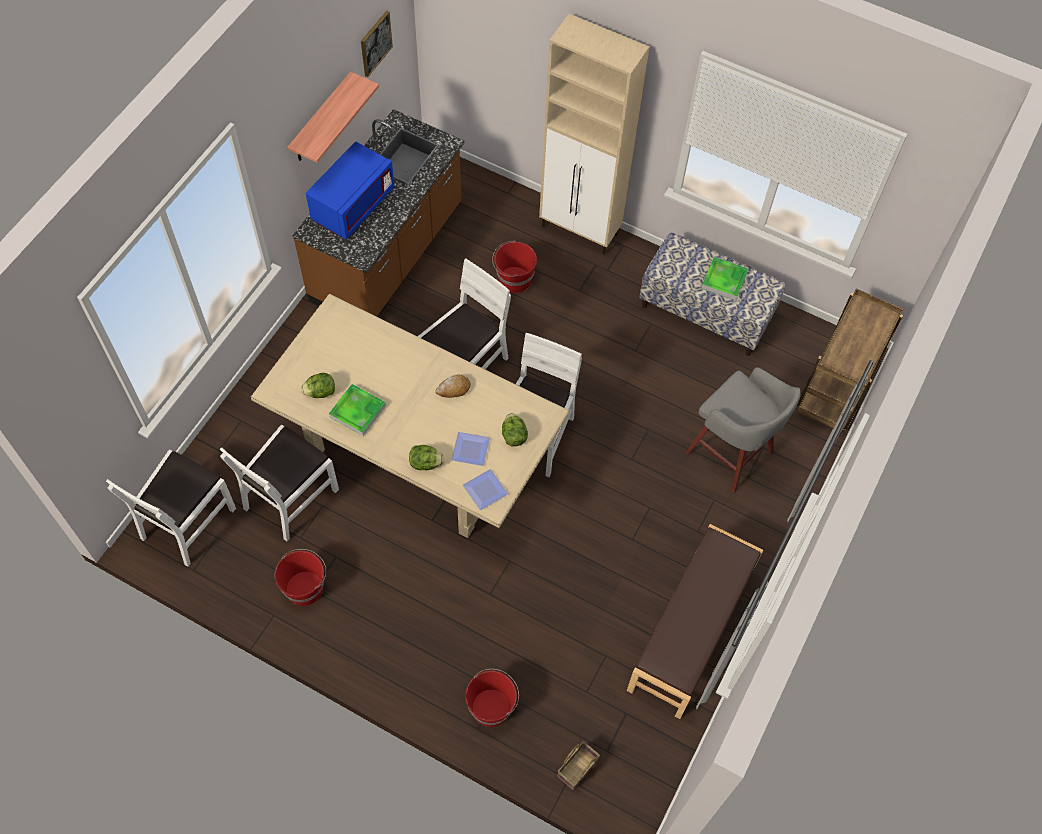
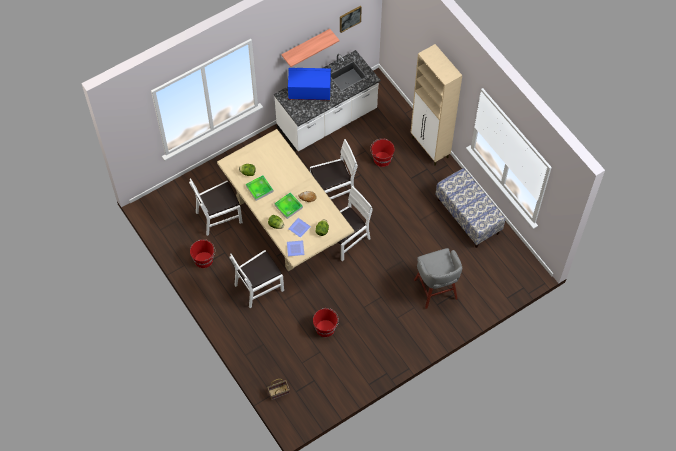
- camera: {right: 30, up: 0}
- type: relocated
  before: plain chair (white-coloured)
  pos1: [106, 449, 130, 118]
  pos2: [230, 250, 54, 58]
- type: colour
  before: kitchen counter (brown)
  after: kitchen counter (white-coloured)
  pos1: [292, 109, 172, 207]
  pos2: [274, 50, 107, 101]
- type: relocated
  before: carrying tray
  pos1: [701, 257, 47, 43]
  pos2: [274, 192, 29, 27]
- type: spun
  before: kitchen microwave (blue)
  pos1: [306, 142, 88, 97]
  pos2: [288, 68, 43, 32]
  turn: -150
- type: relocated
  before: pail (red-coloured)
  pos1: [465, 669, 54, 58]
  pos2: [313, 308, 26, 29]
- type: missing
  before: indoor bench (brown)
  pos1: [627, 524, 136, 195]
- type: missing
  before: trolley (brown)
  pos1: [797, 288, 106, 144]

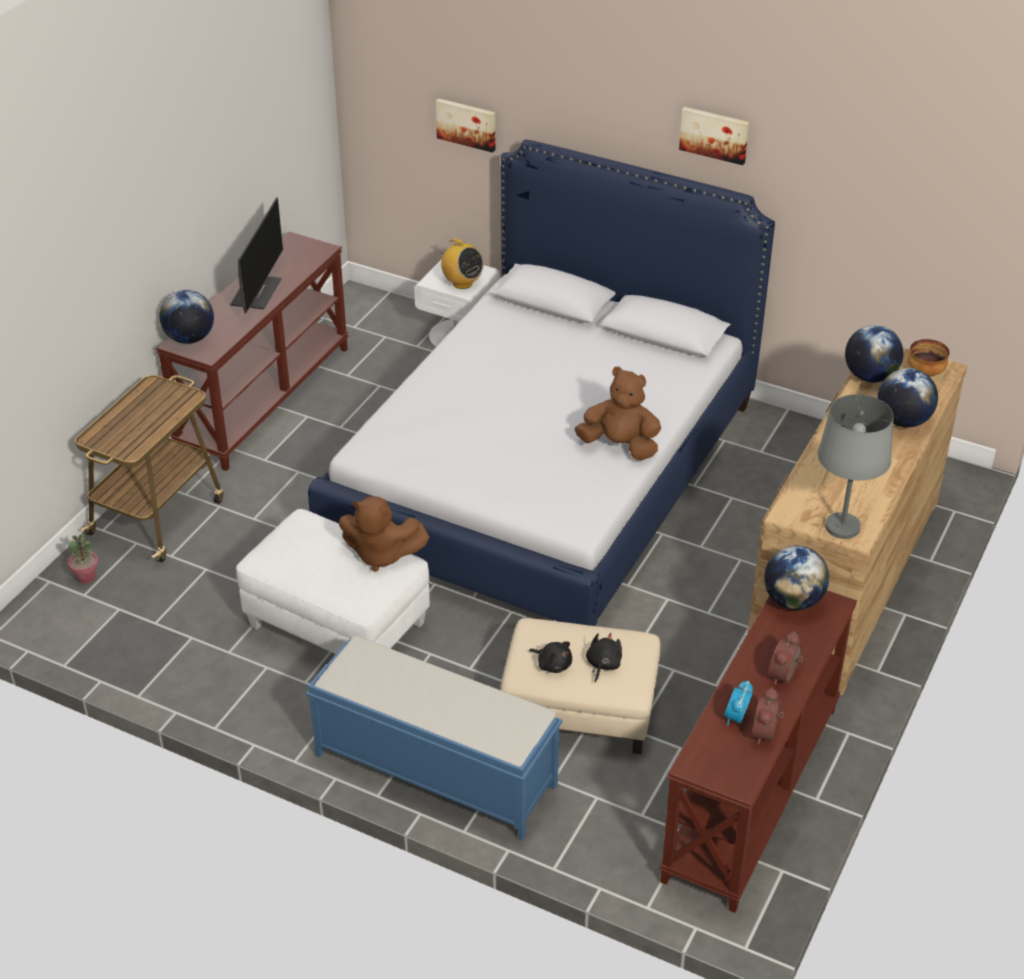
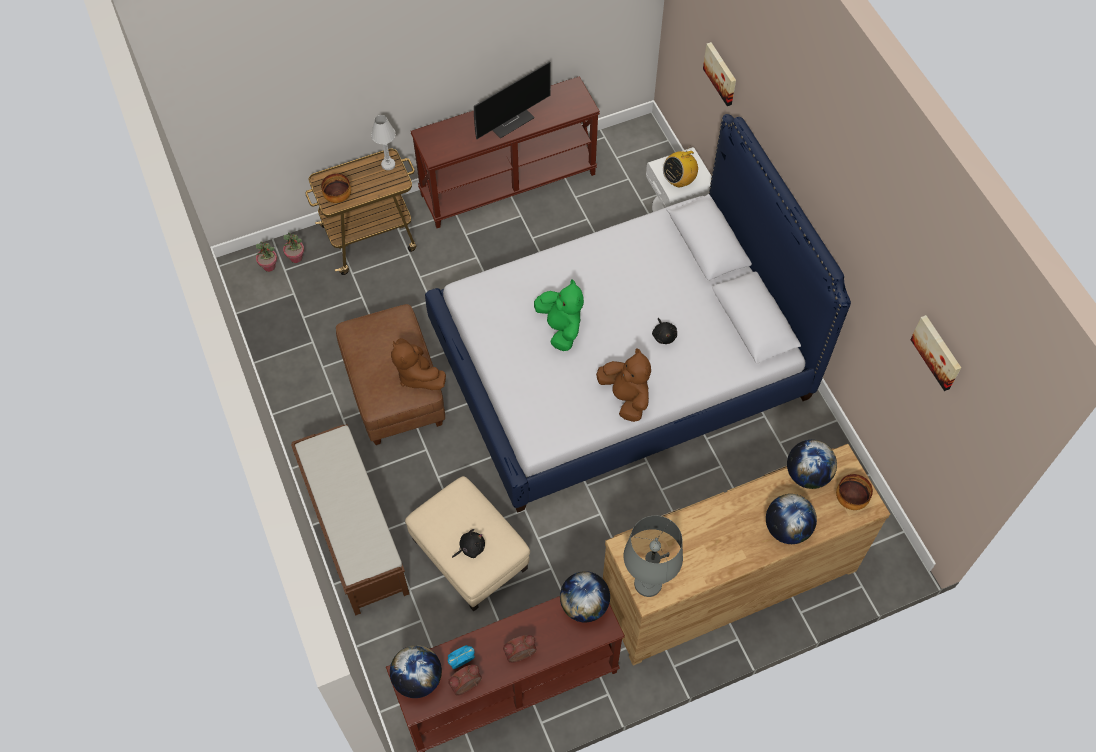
- camera: {right: 40, up: 20}
- type: appeared
  after: houseplant
  pos2: [256, 241, 21, 31]
- type: colour
  before: indoor bench (blue)
  after: indoor bench (brown)
  pos1: [306, 636, 256, 205]
  pos2: [291, 424, 118, 191]
- type: appeared
  after: deep dish
  pos2: [321, 173, 30, 30]
- type: colour
  before: ottoman (white-coloured)
  after: ottoman (brown)
  pos1: [236, 509, 194, 145]
  pos2: [336, 304, 109, 141]
- type: appeared
  after: table lamp (white-coloured)
  pos2: [371, 115, 25, 55]
- type: relocated
  before: world globe
  pos1: [160, 290, 54, 54]
  pos2: [390, 645, 52, 53]
- type: appeared
  after: plush toy (greenish)
  pos2: [534, 279, 50, 72]
- type: relocated
  before: plush toy (blackish)
  pos1: [529, 641, 43, 32]
  pos2: [652, 318, 25, 26]
- type: spun
  before: radio set
  pos1: [438, 239, 46, 50]
  pos2: [663, 149, 35, 38]
  turn: 60
- type: relocated
  before: wall picture
  pos1: [679, 107, 70, 58]
  pos2: [910, 315, 51, 76]

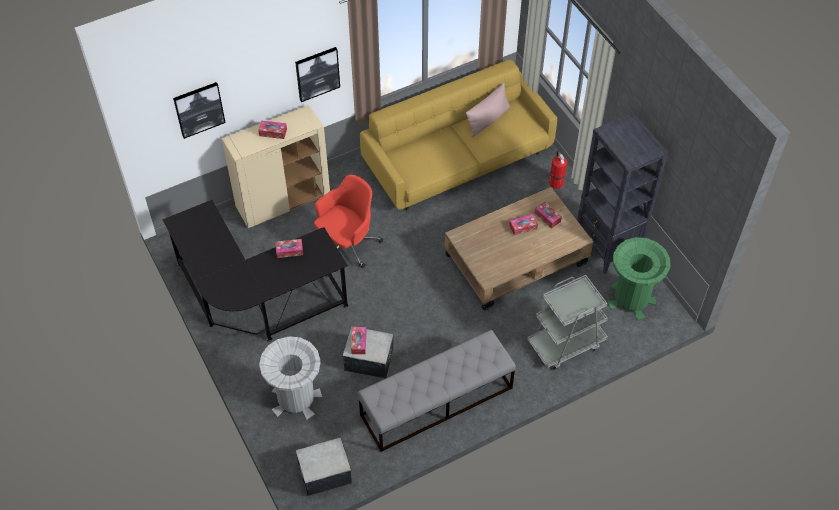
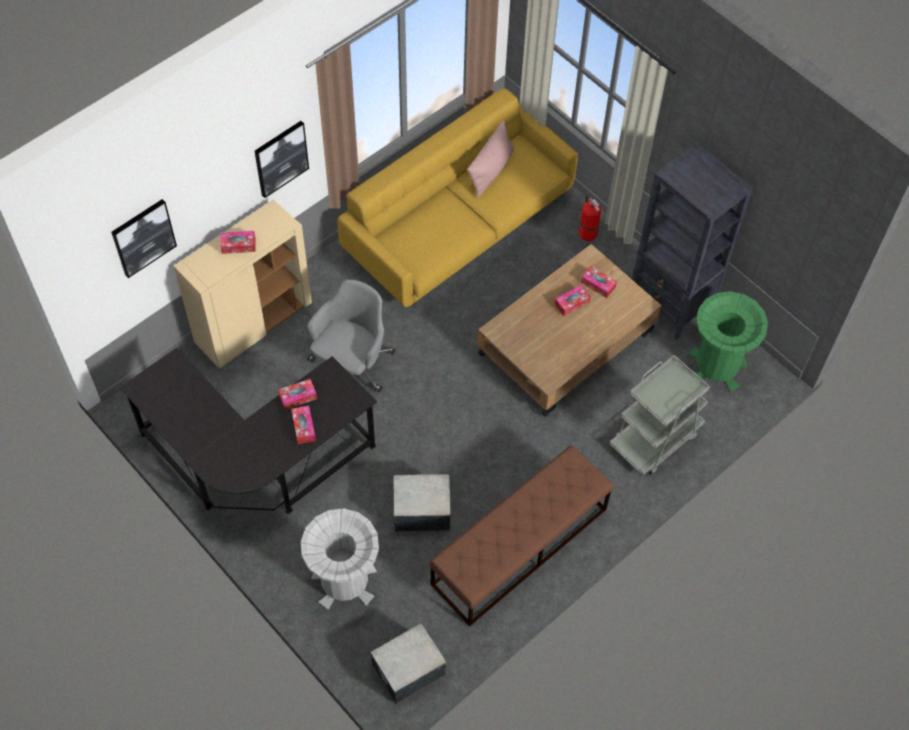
- camera: {right: -15, up: 5}
- type: relocated
  before: tissue box
  pos1: [351, 327, 15, 27]
  pos2: [291, 406, 25, 38]
- type: colour
  before: computer chair (red-coloured)
  after: computer chair (gray)
  pos1: [314, 175, 69, 93]
  pos2: [308, 280, 88, 113]
- type: colour
  before: indoor bench (gray)
  after: indoor bench (brown)
  pos1: [358, 330, 158, 122]
  pos2: [430, 445, 183, 181]

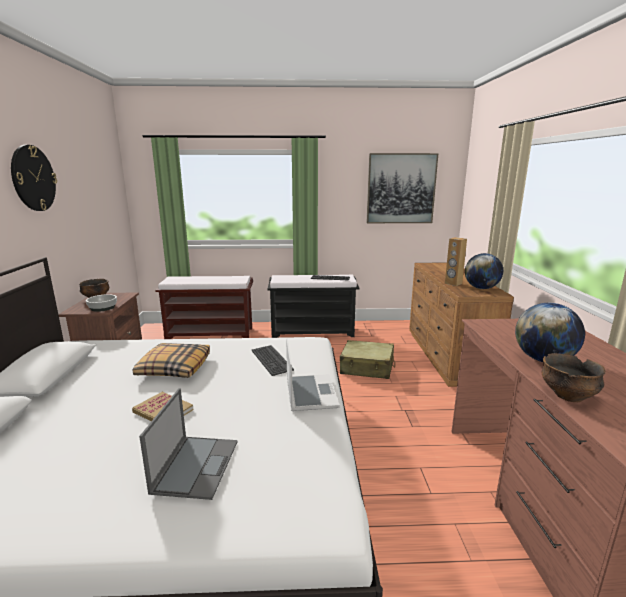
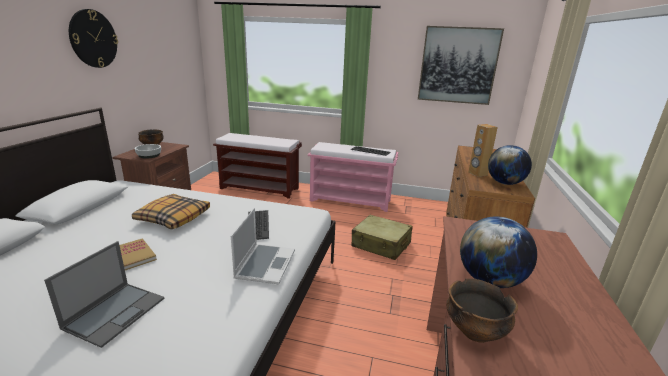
- camera: {right: 15, up: 5}
- type: colour
  before: indoor bench (blackish)
  after: indoor bench (pinkish)
  pos1: [267, 275, 93, 63]
  pos2: [308, 142, 90, 70]

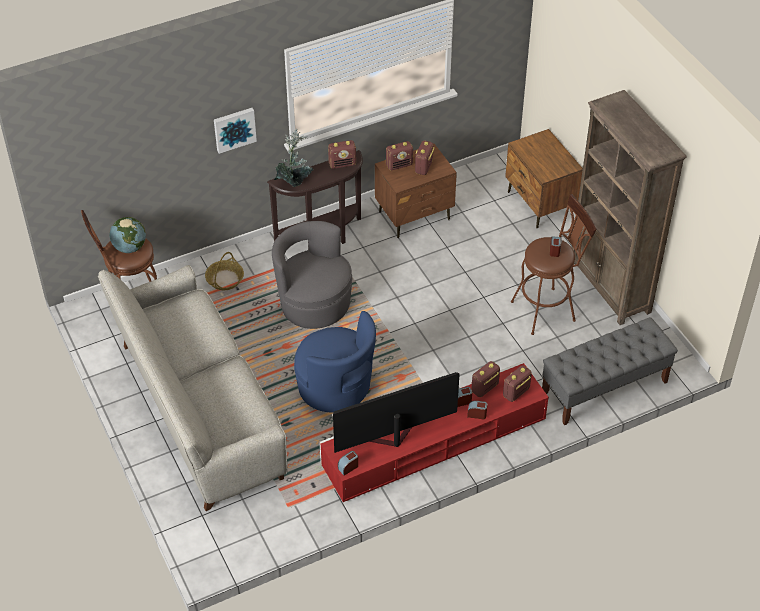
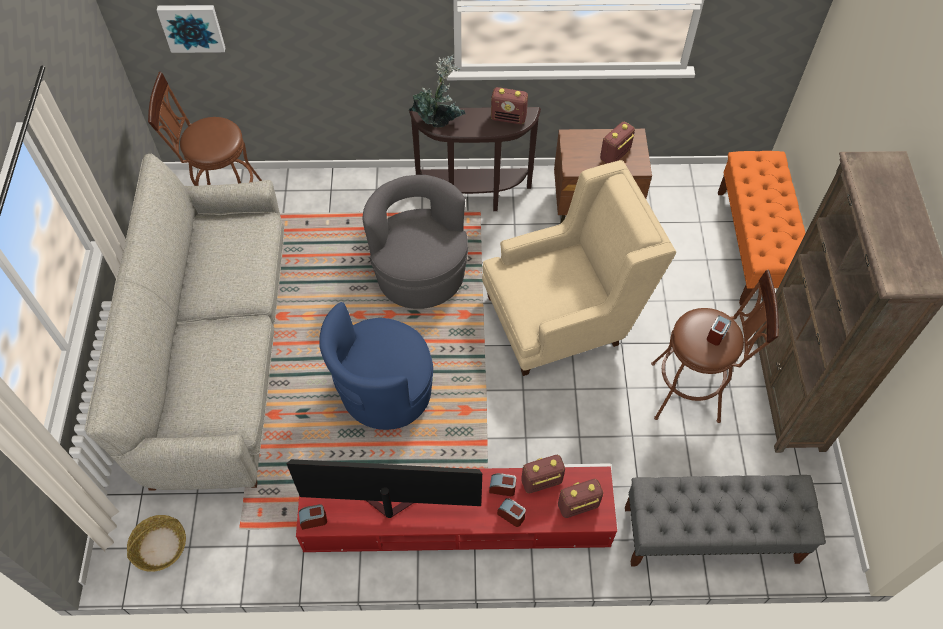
- camera: {right: 25, up: 10}
- type: relocated
  before: basket
  pos1: [205, 252, 39, 38]
  pos2: [127, 515, 59, 57]
- type: relocated
  before: wall picture
  pos1: [214, 108, 43, 46]
  pos2: [157, 5, 68, 48]
- type: spun
  before: lounge chair (blue)
  pos1: [294, 311, 82, 101]
  pos2: [319, 302, 114, 128]
  turn: 75
- type: appeared
  after: lounge chair (beige-coloured)
  pos2: [482, 160, 194, 216]
- type: exchanged
  before: nightstand (brown)
  after: indoor bench (orange-coloured)
  pos1: [505, 129, 78, 99]
  pos2: [718, 151, 88, 155]
- type: missing
  before: world globe
  pos1: [110, 217, 36, 36]
- type: missing
  before: radio set
  pos1: [386, 141, 27, 29]

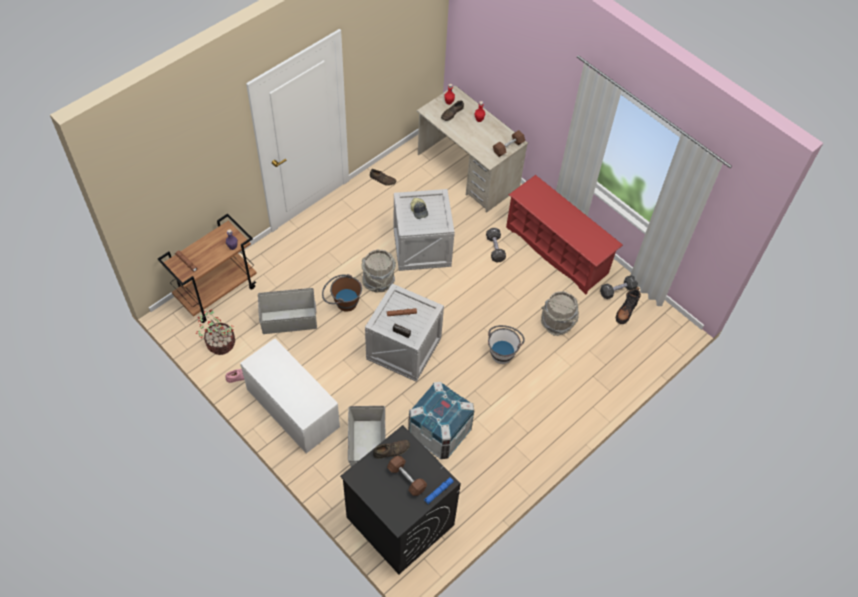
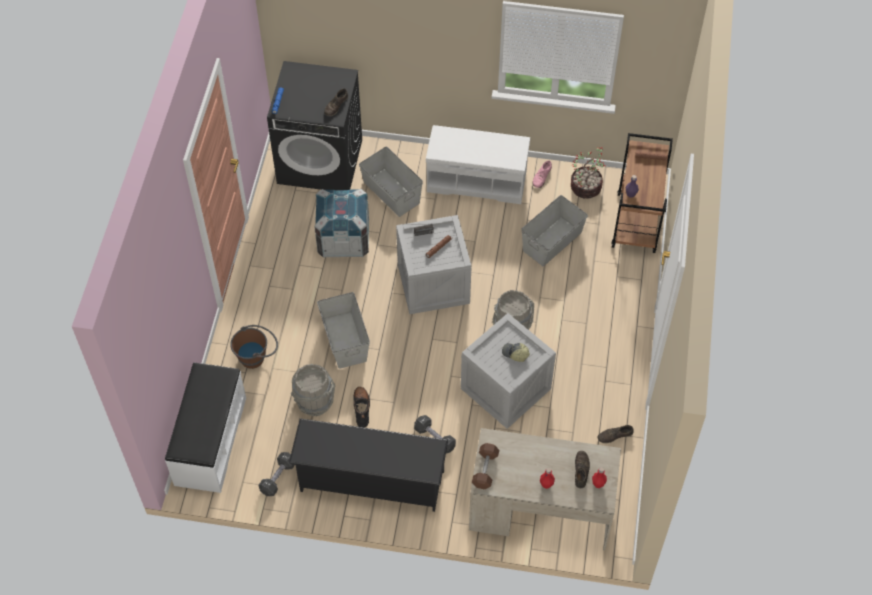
- camera: {right: 145, up: 0}
- type: appeared
  after: indoor bench (white-coloured)
  pos2: [165, 363, 81, 130]
- type: relocated
  before: pail (brown)
  pos1: [322, 274, 40, 38]
  pos2: [230, 325, 48, 44]
- type: colour
  before: shoe rack (red-coloured)
  after: shoe rack (blackish)
  pos1: [506, 175, 117, 119]
  pos2: [289, 418, 159, 94]
- type: exchanged
  before: pail (white-coloured)
  after: storage box (gray)
  pos1: [488, 325, 37, 39]
  pos2: [317, 292, 53, 77]
- type: relocated
  before: tall boot (blackish)
  pos1: [616, 287, 25, 37]
  pos2: [353, 387, 17, 41]
- type: missing
  before: free weight (brown)
  pos1: [387, 456, 40, 40]

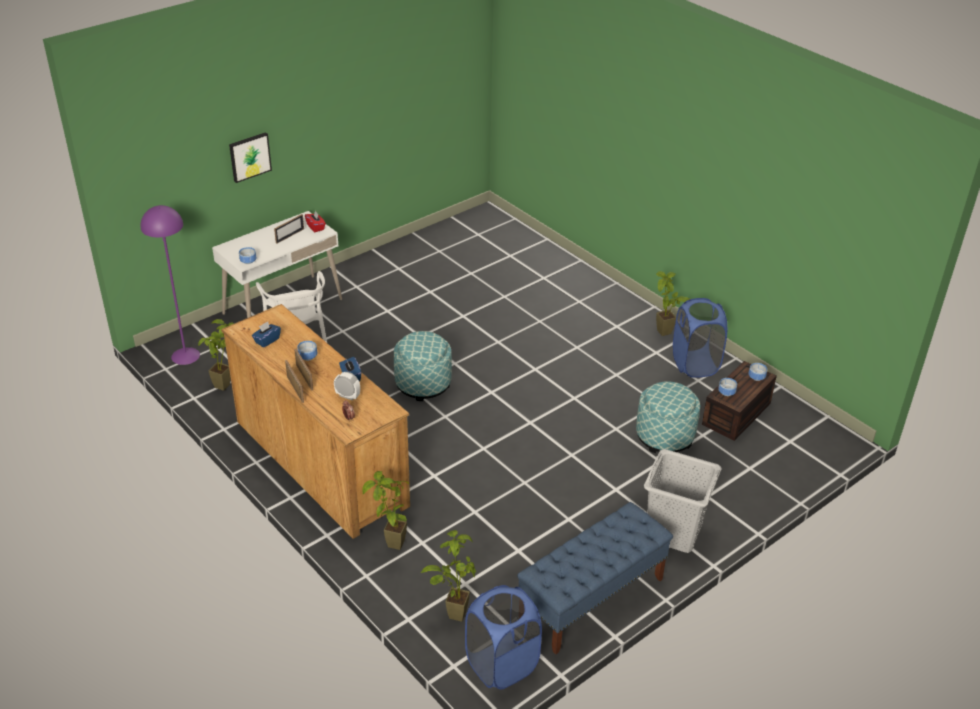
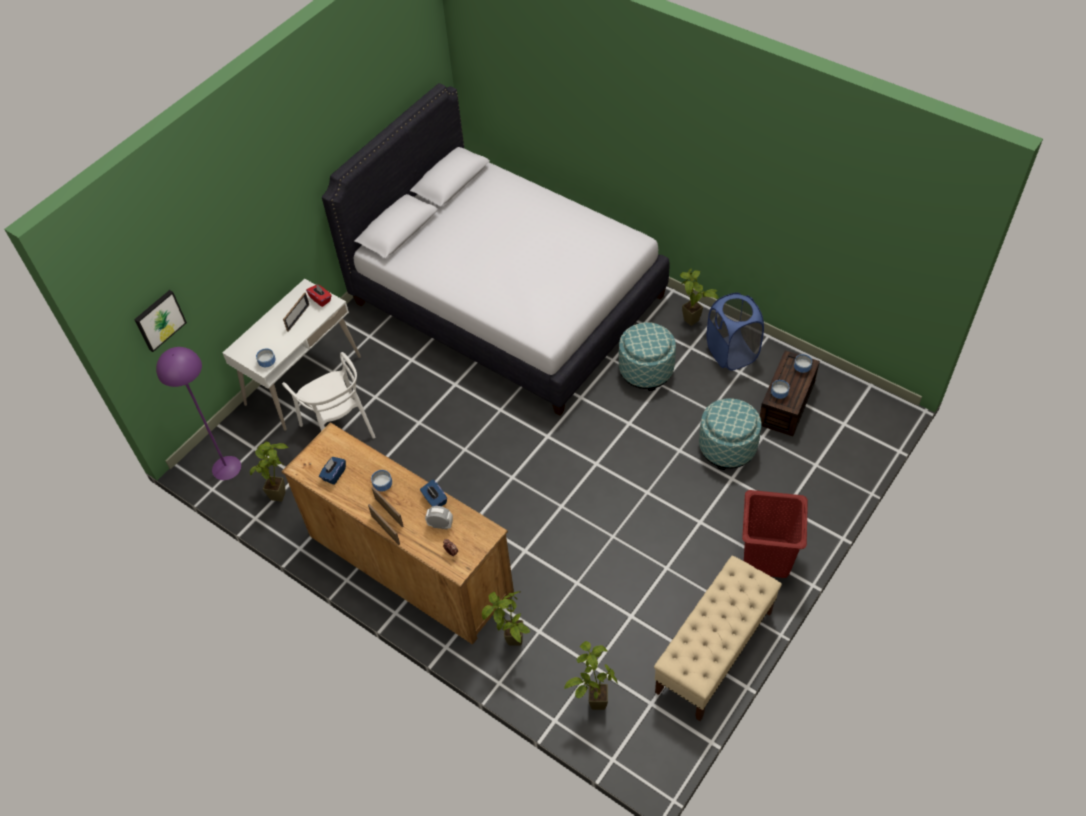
- camera: {right: -10, up: 15}
- type: relocated
  before: wall picture
  pos1: [229, 132, 43, 51]
  pos2: [134, 290, 53, 62]
- type: appeared
  after: bedroom bed (white-coloured)
  pos2: [322, 83, 347, 333]
- type: relocated
  before: ottoman
  pos1: [394, 331, 58, 70]
  pos2: [619, 322, 57, 69]
- type: colour
  before: indoor bench (blue)
  after: indoor bench (beige-coloured)
  pos1: [517, 502, 156, 152]
  pos2: [654, 556, 128, 165]
- type: colour
  before: washing basket (gray)
  after: washing basket (red-coloured)
  pos1: [644, 449, 78, 104]
  pos2: [742, 490, 66, 88]
- type: missing
  before: washing basket (blue)
  pos1: [465, 585, 77, 105]

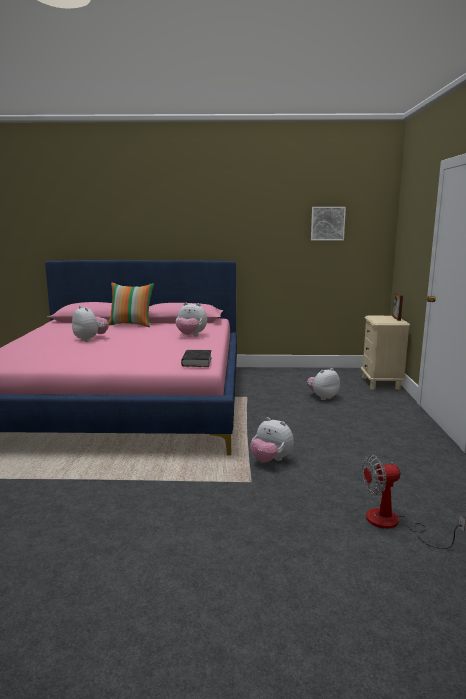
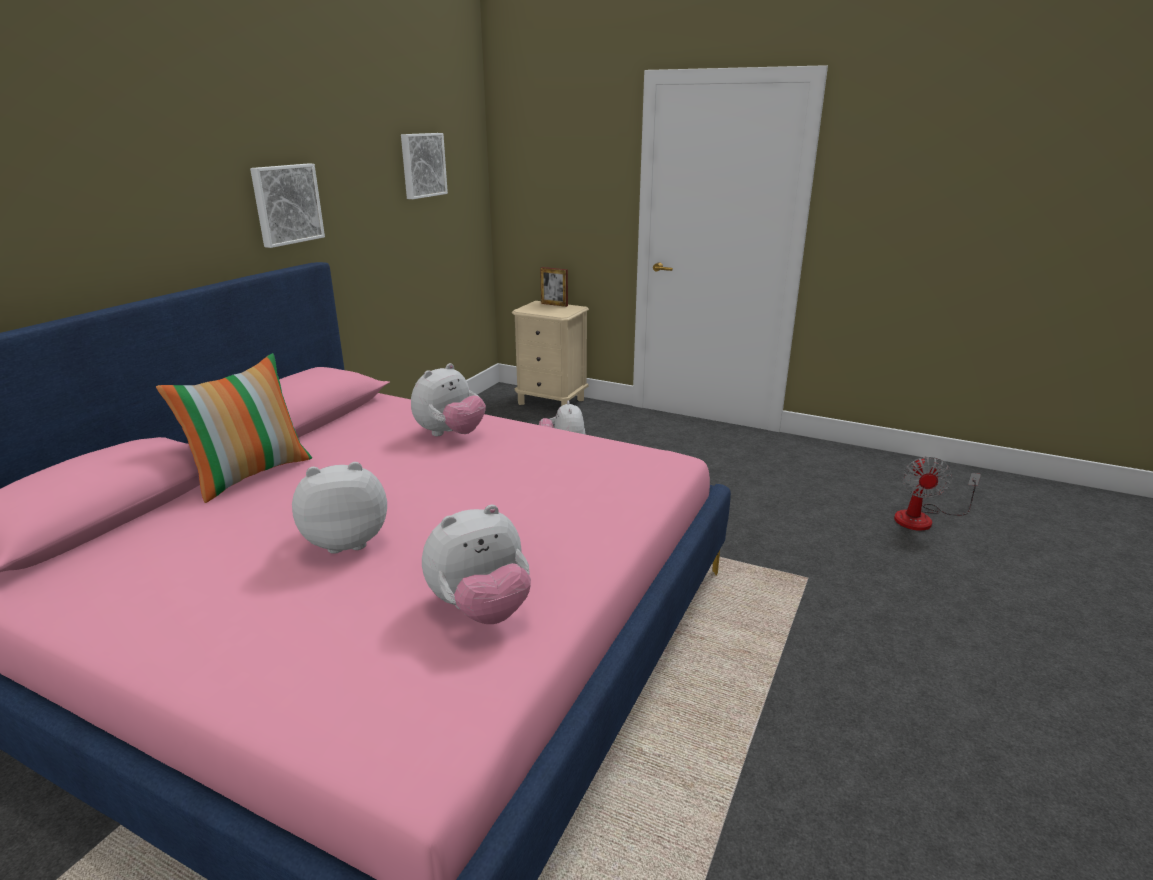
- camera: {right: -65, up: 10}
- type: appeared
  after: wall picture
  pos2: [250, 164, 75, 84]
- type: relocated
  before: plush toy
  pos1: [250, 417, 44, 45]
  pos2: [422, 505, 109, 119]
- type: missing
  before: book (blackish)
  pos1: [181, 350, 31, 17]

